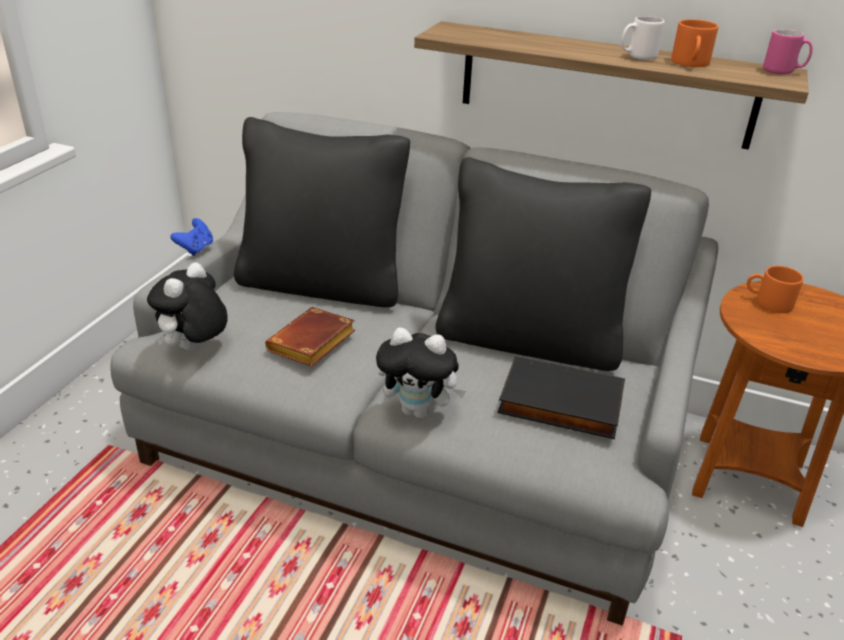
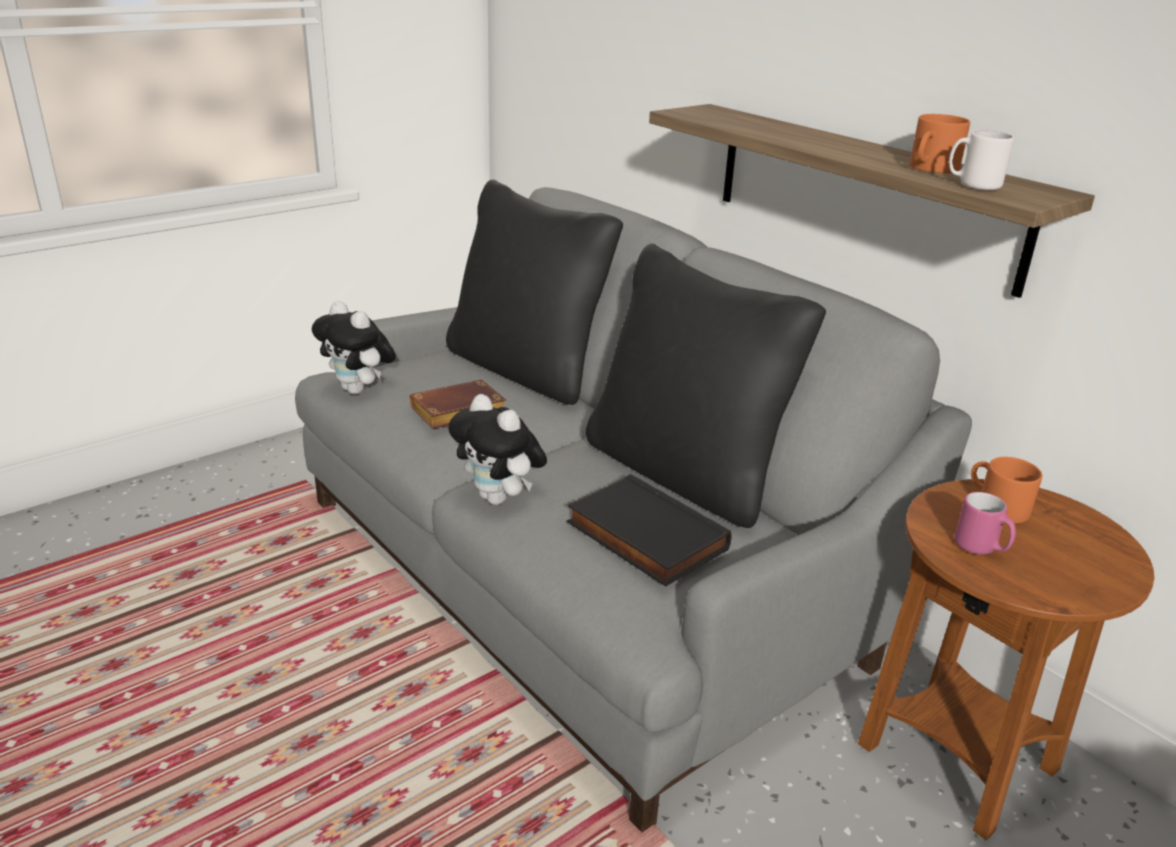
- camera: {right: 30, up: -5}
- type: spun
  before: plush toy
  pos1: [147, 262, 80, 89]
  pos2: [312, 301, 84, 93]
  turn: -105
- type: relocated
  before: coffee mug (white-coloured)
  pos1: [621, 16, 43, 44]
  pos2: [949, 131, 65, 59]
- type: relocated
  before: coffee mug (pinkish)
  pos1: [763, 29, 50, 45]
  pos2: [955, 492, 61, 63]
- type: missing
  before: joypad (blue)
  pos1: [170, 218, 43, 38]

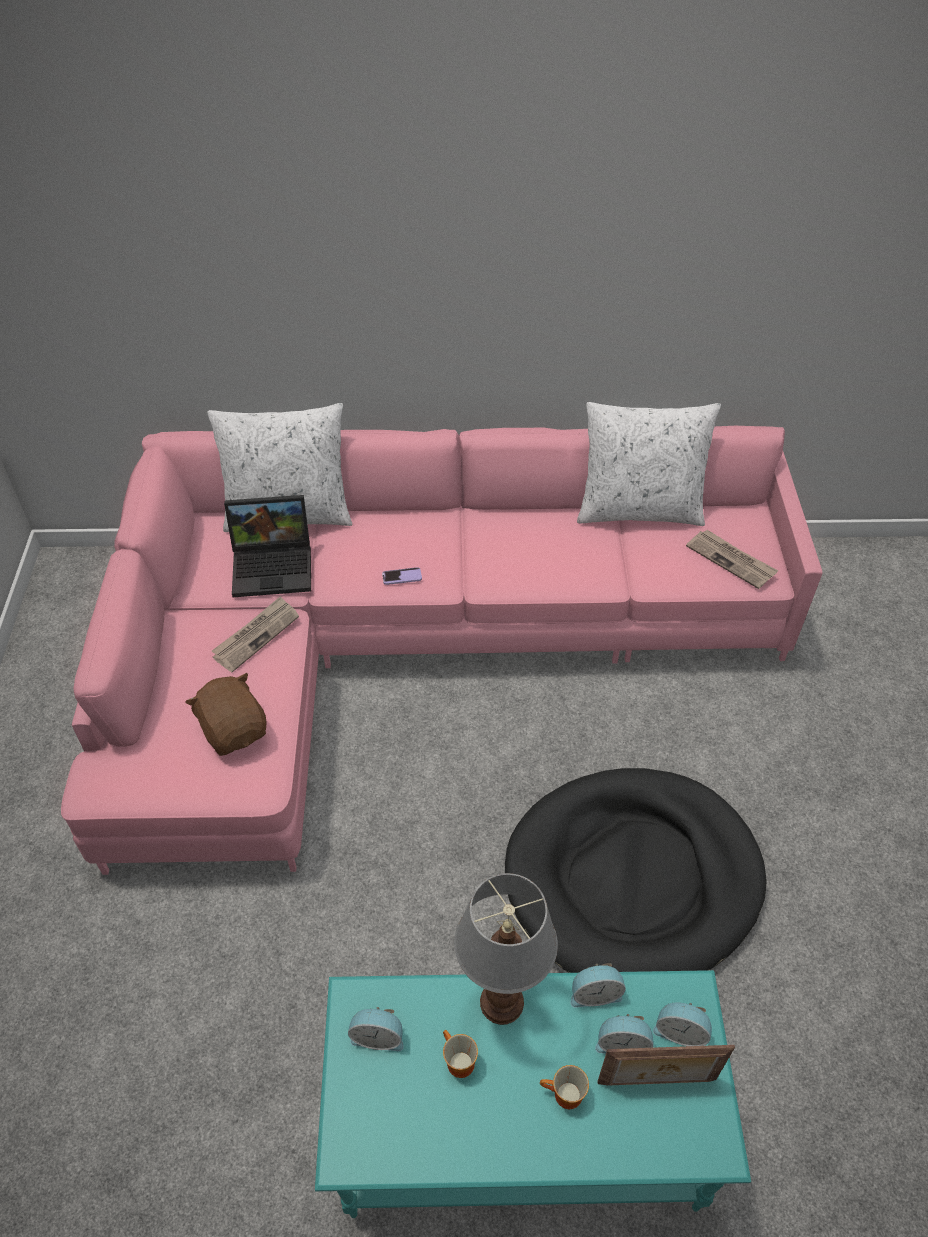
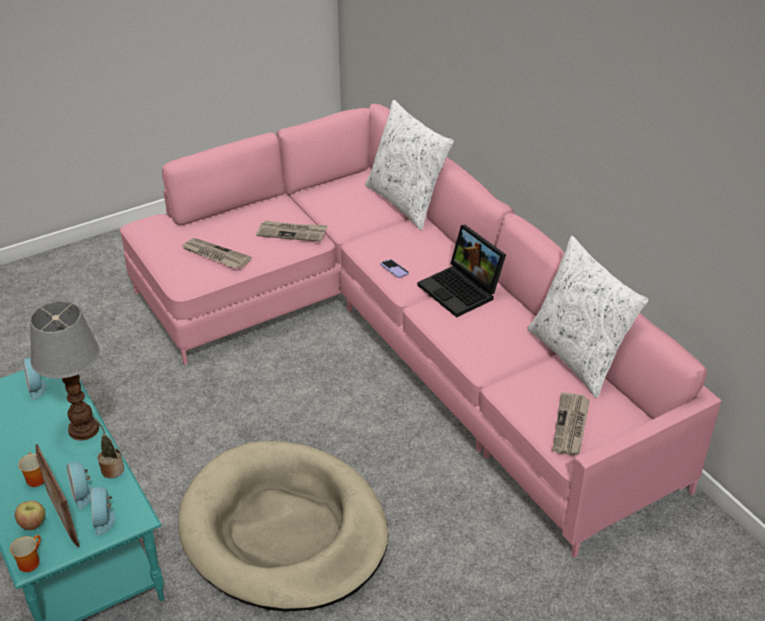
- camera: {right: 60, up: -10}
- type: relocated
  before: coffee mug
  pos1: [443, 1030, 35, 48]
  pos2: [10, 535, 31, 37]
- type: appeared
  after: whole apple
  pos2: [15, 501, 30, 29]
- type: exchanged
  before: alarm clock
  after: houseplant
  pos1: [570, 963, 56, 45]
  pos2: [93, 418, 31, 60]
- type: colour
  before: pet bed (blackish)
  after: pet bed (beige-coloured)
  pos1: [505, 768, 262, 205]
  pos2: [178, 441, 210, 170]
- type: exchanged
  before: plush toy (brown)
  after: newspaper
  pos1: [185, 673, 82, 83]
  pos2: [181, 238, 71, 30]
- type: relocated
  before: laptop
  pos1: [224, 495, 87, 102]
  pos2: [418, 225, 88, 92]

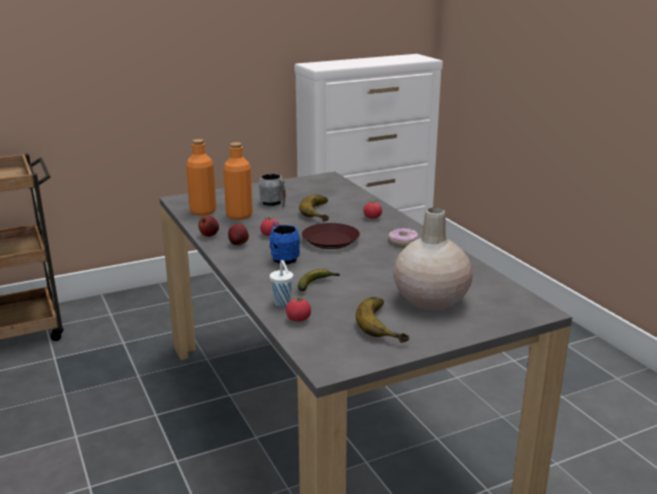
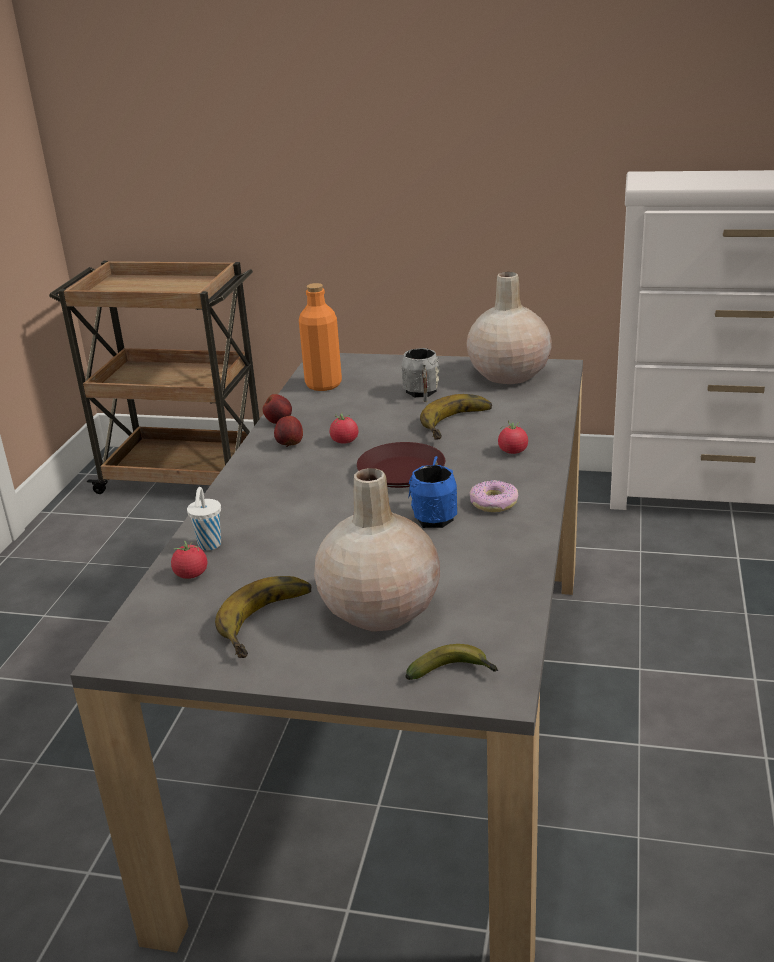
- camera: {right: 40, up: 5}
- type: relocated
  before: whole banana
  pos1: [298, 269, 42, 22]
  pos2: [406, 644, 93, 36]
- type: relocated
  before: coffee mug (blue)
  pos1: [270, 222, 30, 43]
  pos2: [408, 456, 49, 72]
- type: appeared
  after: decorative vase (beige-coloured)
  pos2: [466, 272, 86, 112]
- type: missing
  before: drink bottle (orange-coloured)
  pos1: [223, 142, 30, 78]

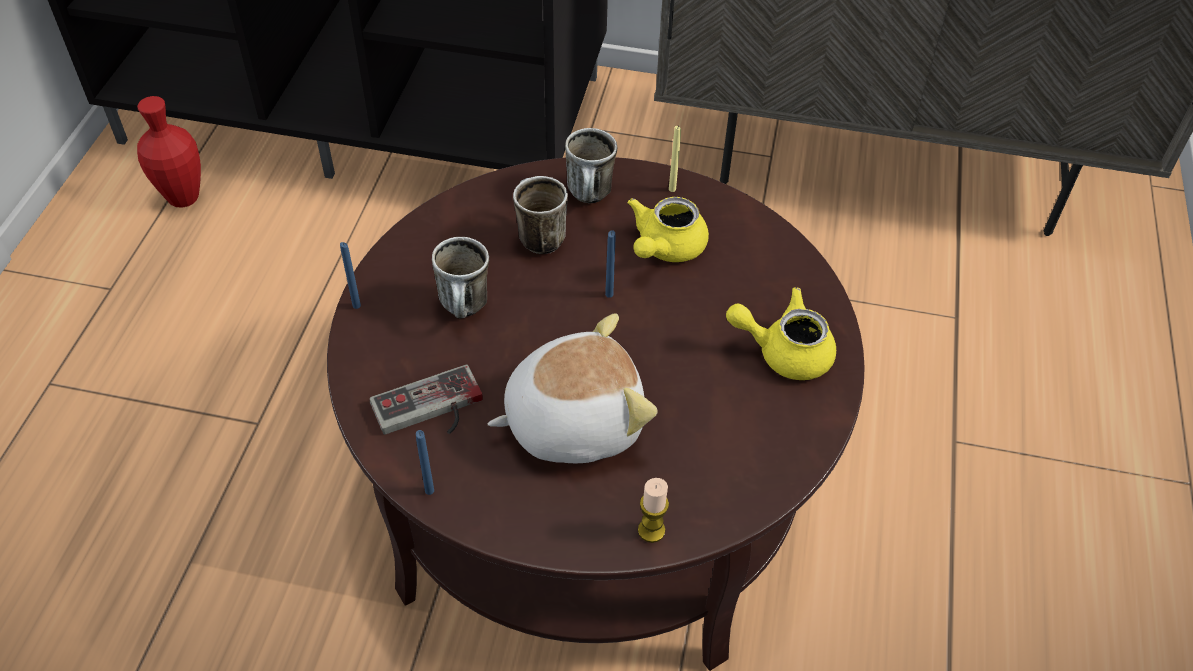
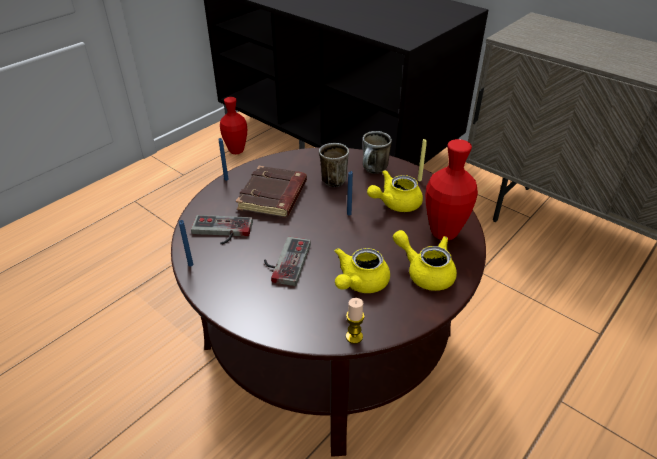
- camera: {right: 30, up: -10}
- type: exchanged
  before: coffee mug
  after: book (brown)
  pos1: [432, 237, 57, 82]
  pos2: [236, 166, 71, 51]
- type: exchanged
  before: plush toy
  after: joypad
  pos1: [487, 313, 171, 150]
  pos2: [264, 237, 47, 49]
- type: appeared
  after: teapot (yellow-coloured)
  pos2: [335, 248, 55, 45]
- type: relocated
  before: wax candle
  pos1: [638, 478, 31, 65]
  pos2: [346, 298, 19, 46]
- type: appeared
  after: decorative vase (red-coloured)
  pos2: [425, 139, 53, 101]

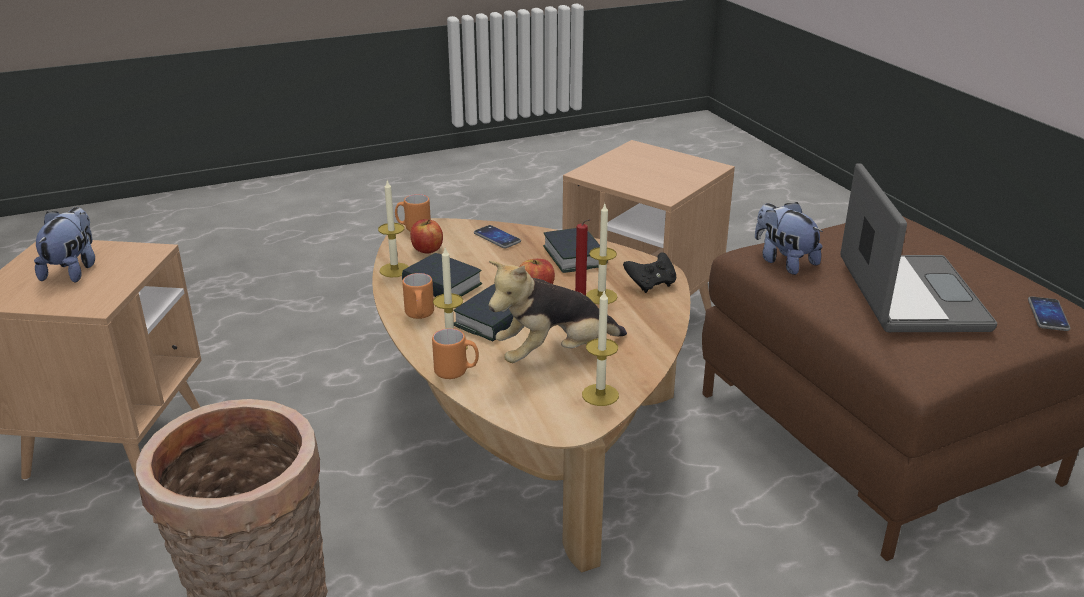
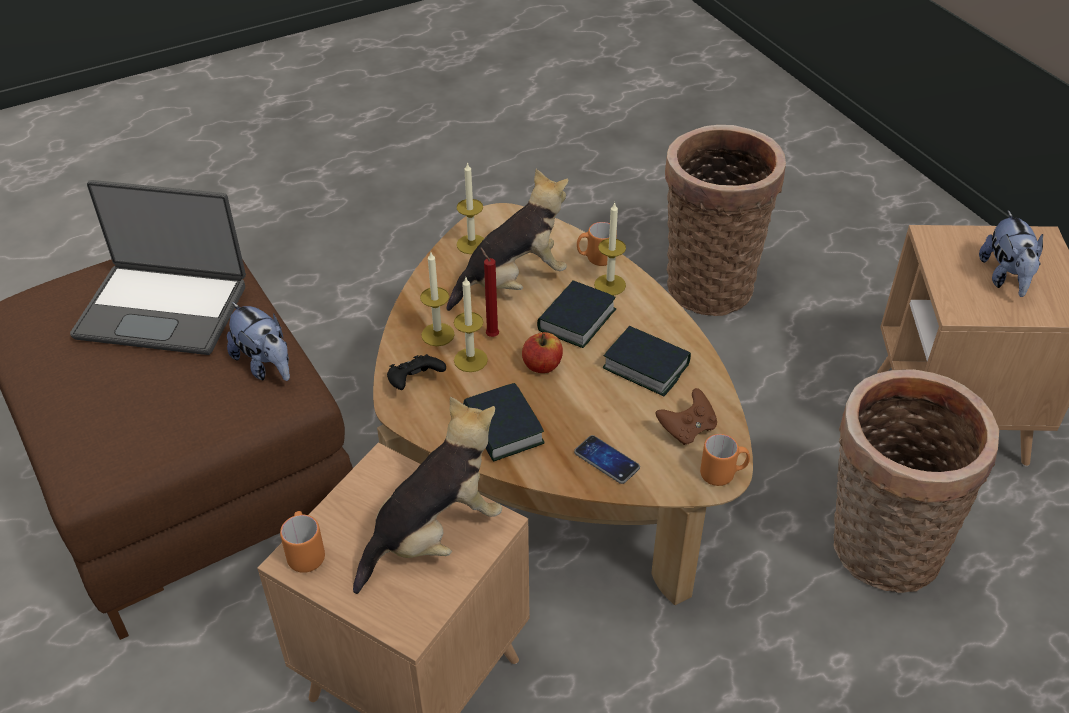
- camera: {right: 175, up: 15}
- type: spun
  before: laptop
  pos1: [840, 164, 157, 168]
  pos2: [70, 180, 176, 175]
  turn: -75
- type: relocated
  before: coffee mug (orange-coloured)
  pos1: [402, 273, 32, 46]
  pos2: [280, 511, 45, 62]
- type: appeared
  after: plush toy
  pos2: [353, 397, 149, 197]
- type: relocated
  before: wax candle
  pos1: [378, 181, 31, 96]
  pos2: [420, 252, 35, 94]
- type: exchanged
  before: whole apple
  after: joypad (brown)
  pos1: [410, 219, 33, 34]
  pos2: [655, 388, 62, 57]
- type: appeared
  after: basket
  pos2: [833, 369, 166, 224]
- type: missing
  before: telephone
  pos1: [1028, 296, 42, 35]

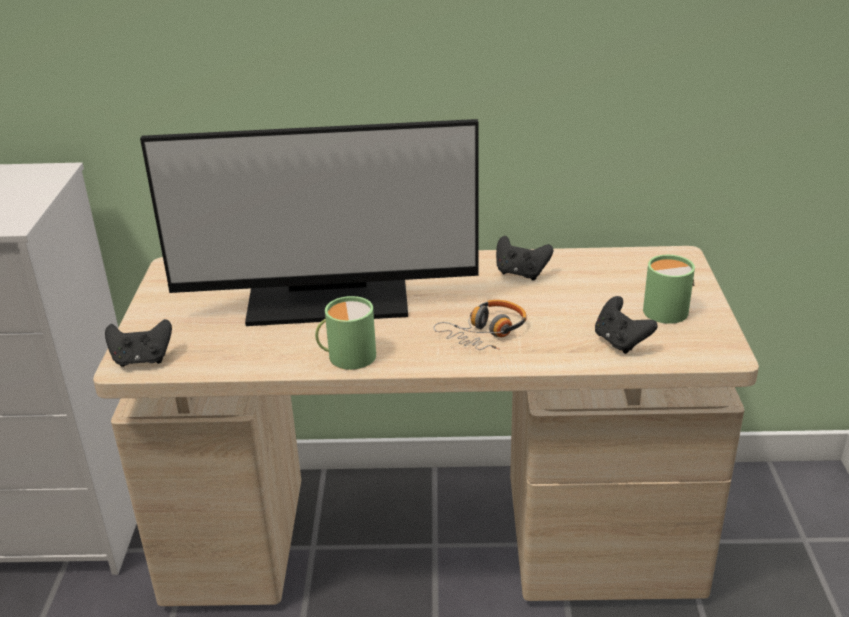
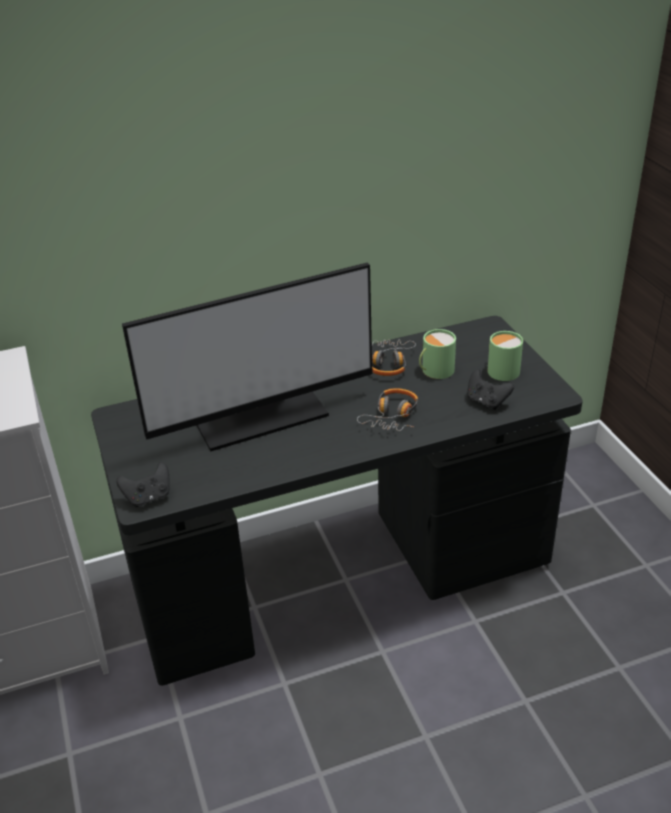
- camera: {right: -20, up: 5}
- type: colour
  before: desk unit (beige-coloured)
  after: desk unit (blackish)
  pos1: [93, 246, 666, 360]
  pos2: [91, 316, 491, 370]
- type: exchanged
  before: joypad (blackish)
  after: headphones
  pos1: [496, 236, 57, 45]
  pos2: [372, 339, 44, 37]
- type: relocated
  before: coffee mug (greenish)
  pos1: [315, 296, 61, 74]
  pos2: [419, 329, 37, 50]

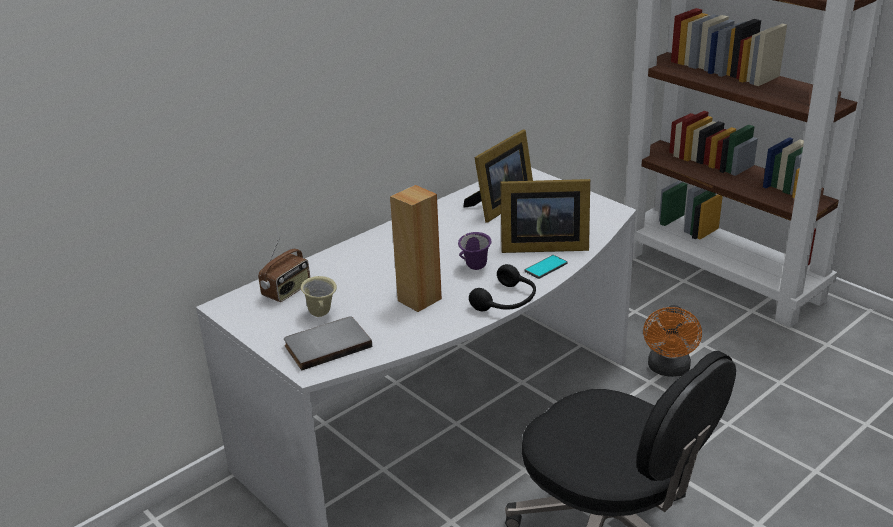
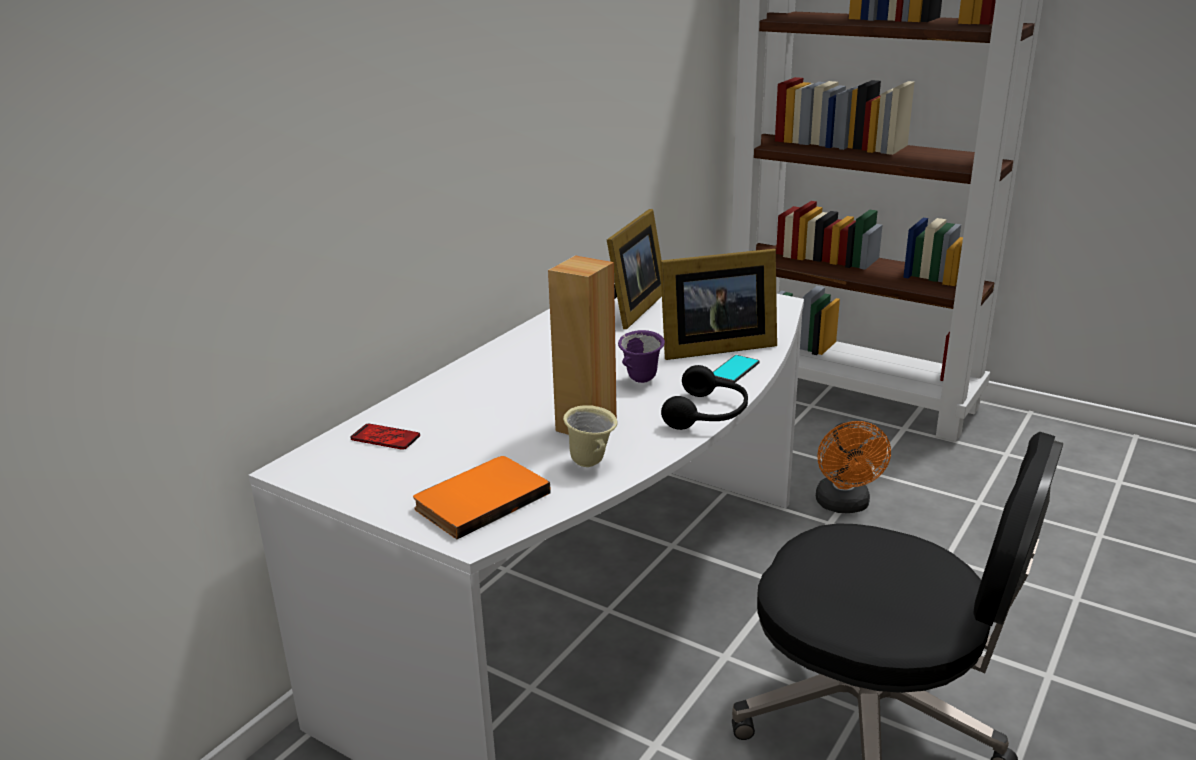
- camera: {right: -15, up: -5}
- type: exchanged
  before: radio set
  after: telephone
  pos1: [258, 236, 52, 66]
  pos2: [350, 424, 70, 26]
- type: colour
  before: book (gray)
  after: book (orange-coloured)
  pos1: [284, 316, 88, 55]
  pos2: [413, 456, 138, 83]
- type: relocated
  before: coffee mug (beige-coloured)
  pos1: [301, 276, 36, 41]
  pos2: [563, 405, 54, 62]

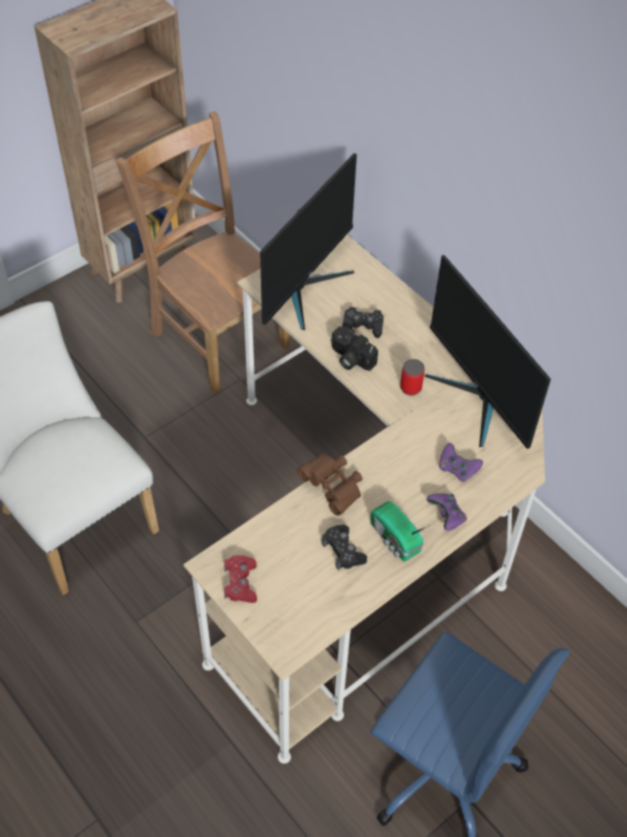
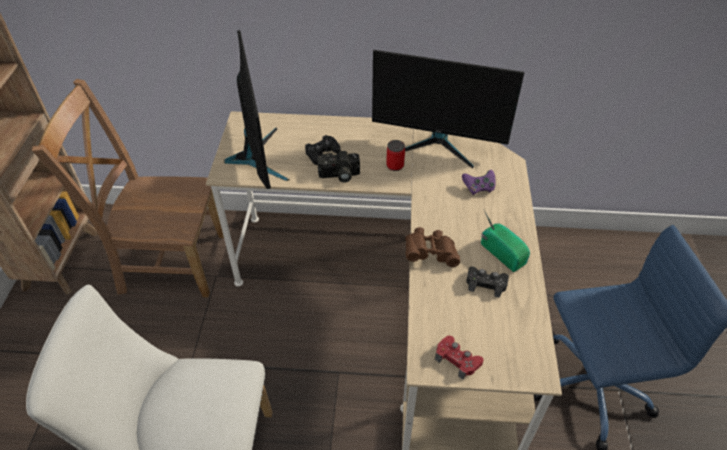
- camera: {right: -45, up: -5}
- type: spun
  before: radio set
  pos1: [370, 501, 61, 60]
  pos2: [481, 210, 49, 62]
  turn: -135
- type: missing
  before: joypad (purple-coloured)
  pos1: [426, 493, 41, 38]

